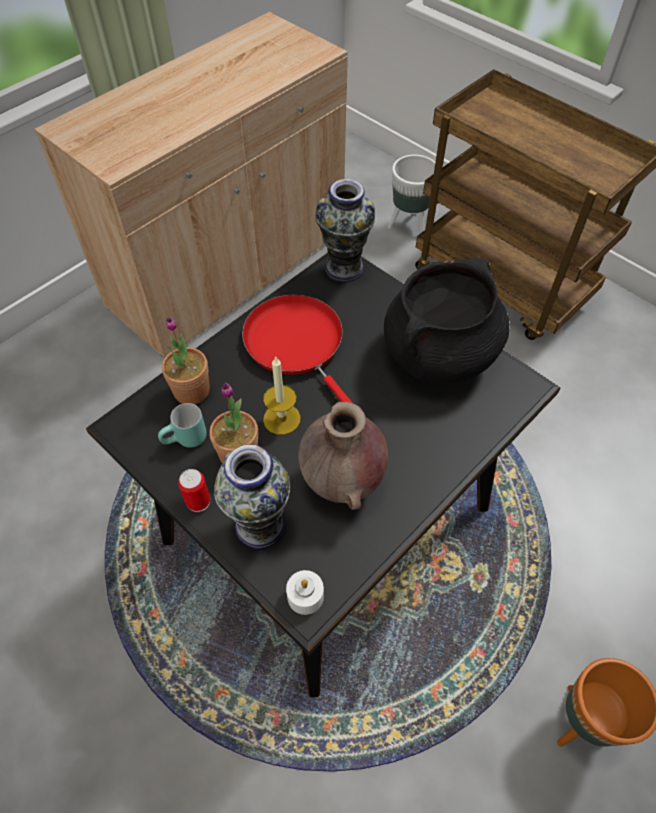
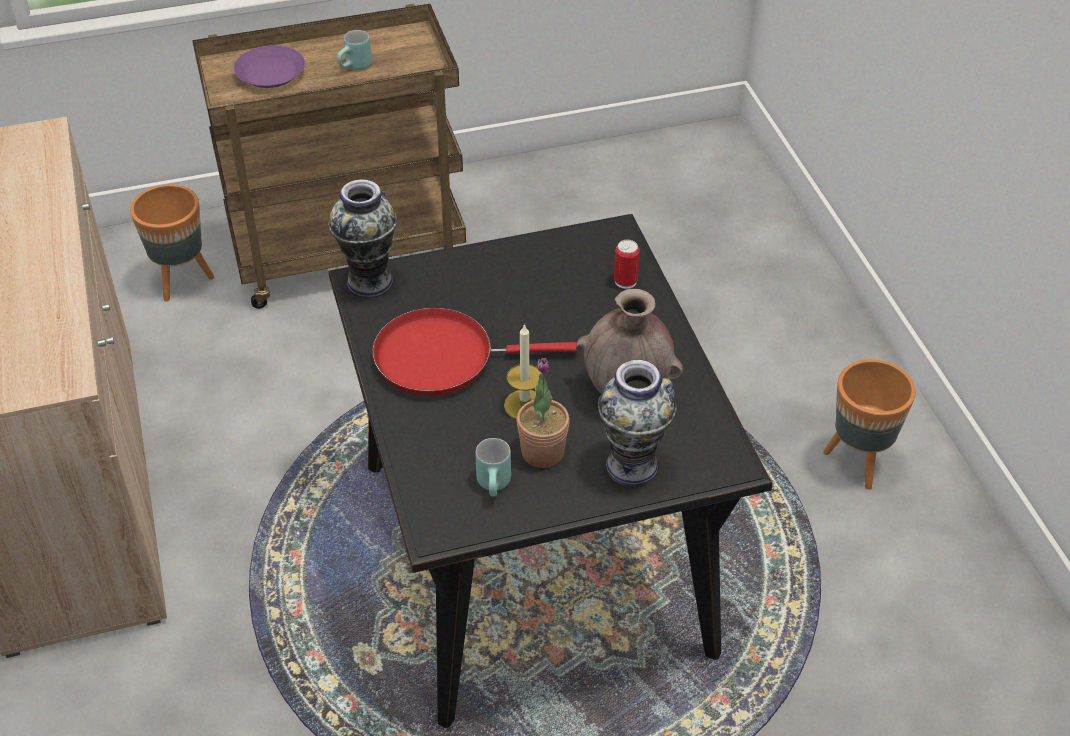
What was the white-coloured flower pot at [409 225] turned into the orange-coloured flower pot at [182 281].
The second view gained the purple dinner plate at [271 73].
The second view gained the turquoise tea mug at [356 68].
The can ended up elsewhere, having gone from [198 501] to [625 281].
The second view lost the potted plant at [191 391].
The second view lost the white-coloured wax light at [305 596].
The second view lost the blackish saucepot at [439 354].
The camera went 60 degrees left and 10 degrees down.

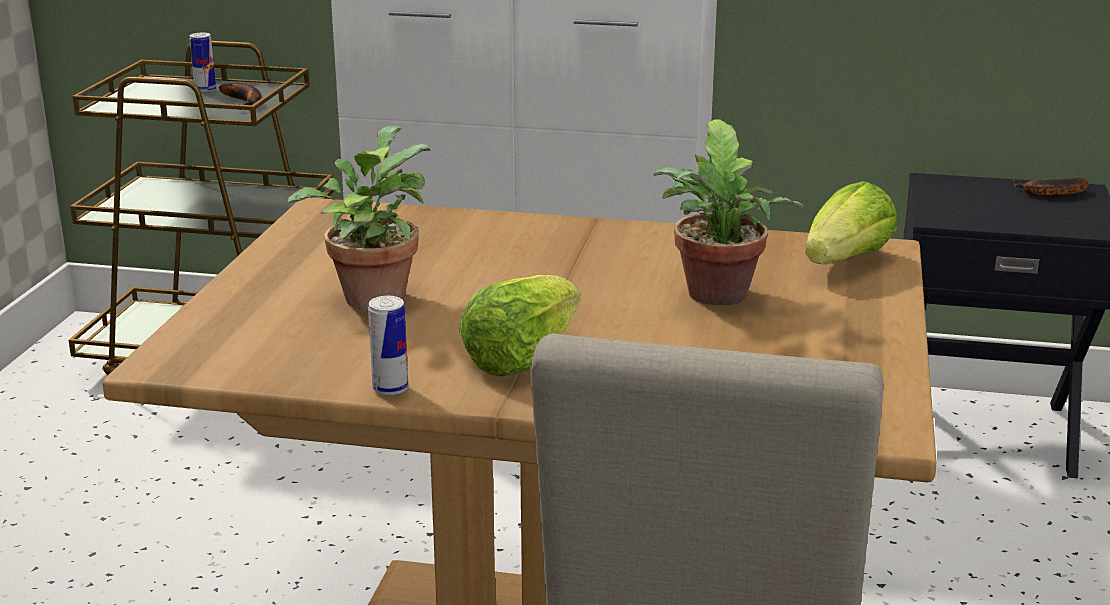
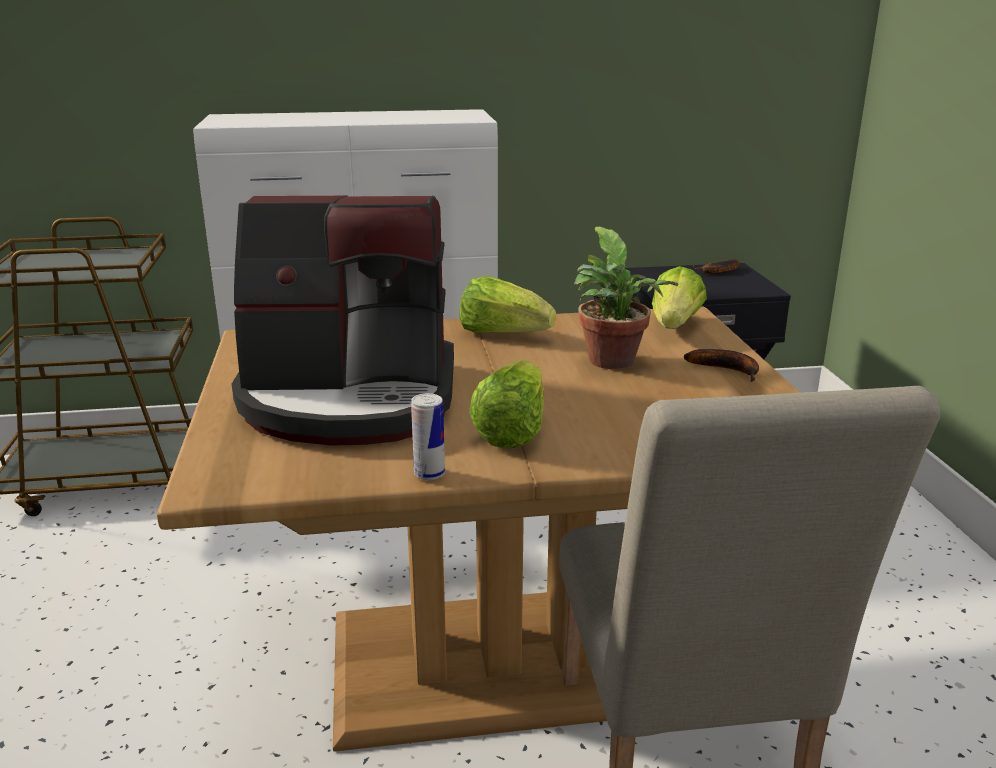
Where the potted plant stood at [374 295], the coffee brewer came to stand at [350 399].
The second view gained the lettuce head at [502 334].
The banana fruit ended up elsewhere, having gone from [245 102] to [728 370].
The second view lost the can at [205 89].
The camera went 20 degrees left and 0 degrees up.

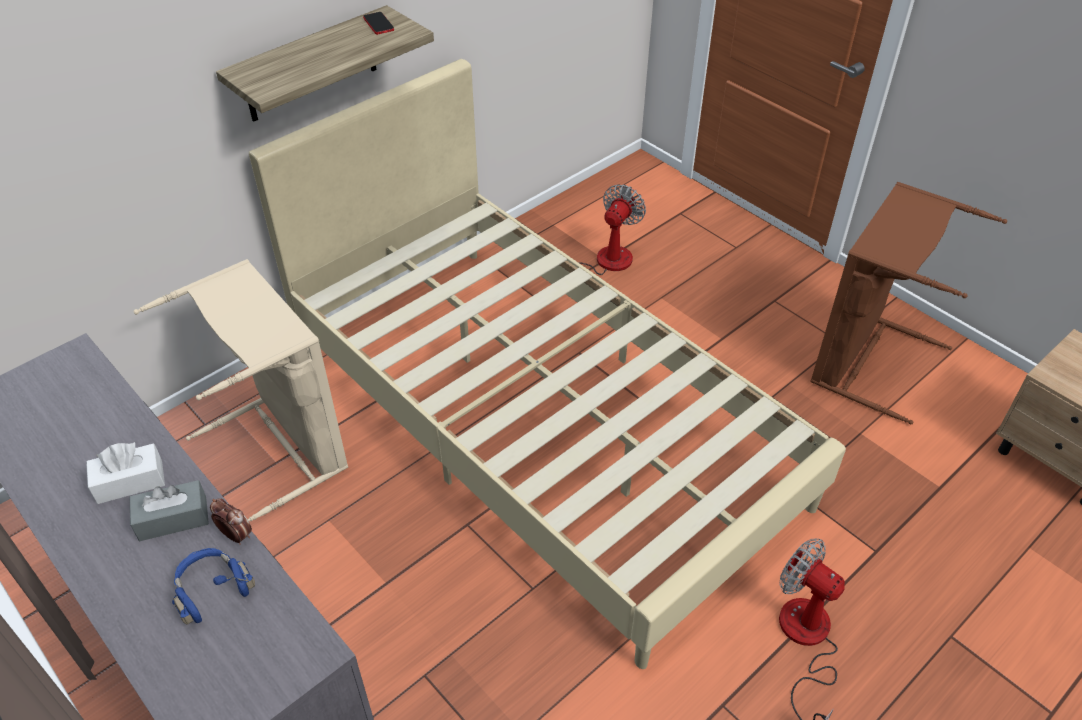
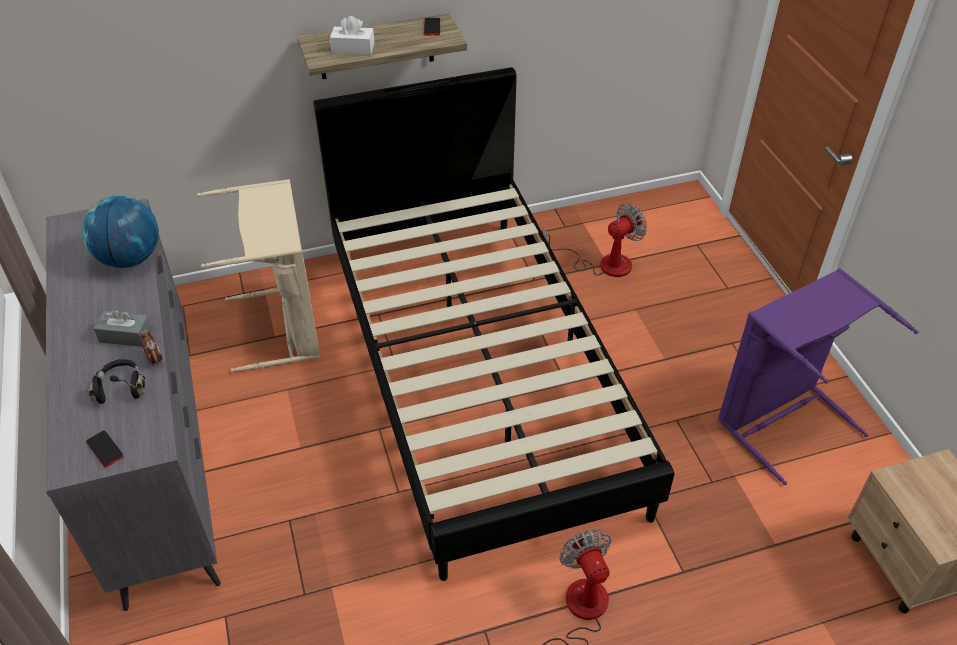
The second view gained the world globe at [130 258].
The second view gained the telephone at [105 449].
What was the bluish headset at [212 590] turned into the blackish headset at [121 388].
What was the beige-coloured bed at [540 420] turned into the blackish bed at [478 372].
The white-coloured tissue holder ended up elsewhere, having gone from [130 482] to [353 48].
What was the brownish hamper at [865 359] turned into the purple hamper at [781 418].
The camera went 25 degrees right and 0 degrees up.

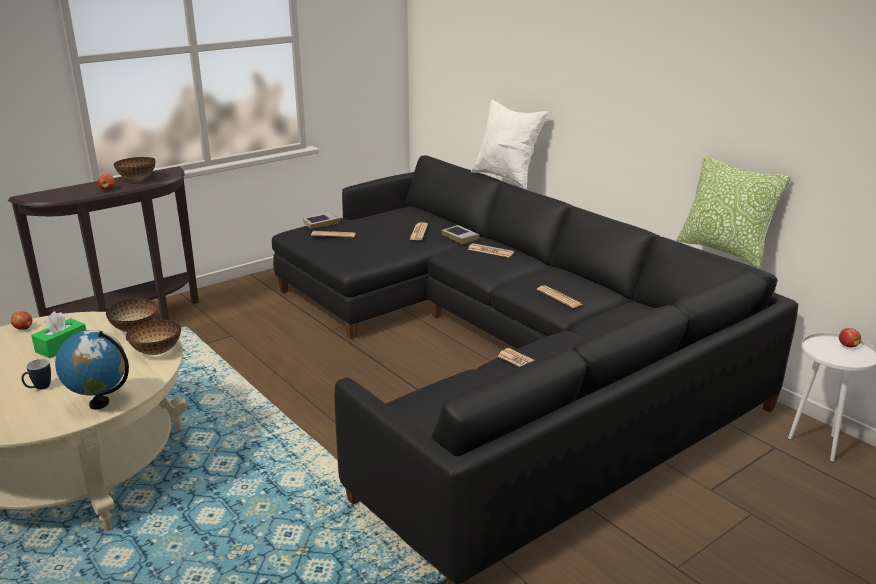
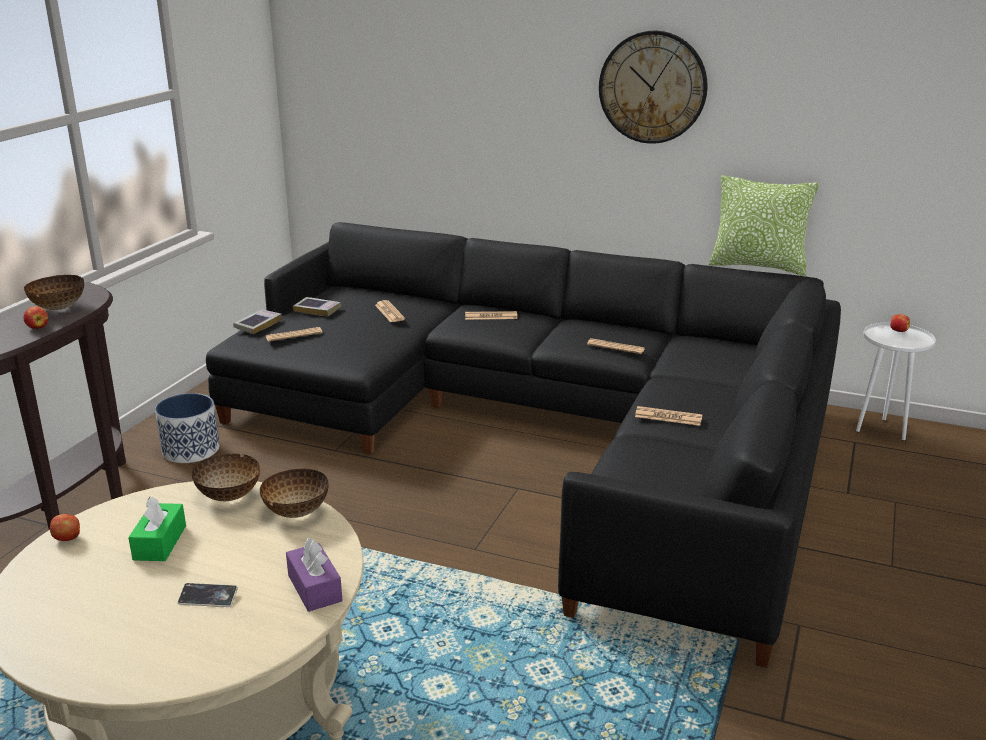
The second view gained the flower pot at [191 450].
Where the tea mug stood at [39 388], the telephone came to stand at [208 598].
Where the world globe stood at [99 403], the purple tissue holder came to stand at [314 588].
The bound book ended up elsewhere, having gone from [460 237] to [317 310].
The second view gained the hanging clock at [652 87].
The second view lost the white-coloured cushion at [506 178].
The camera went 30 degrees left and 0 degrees up.

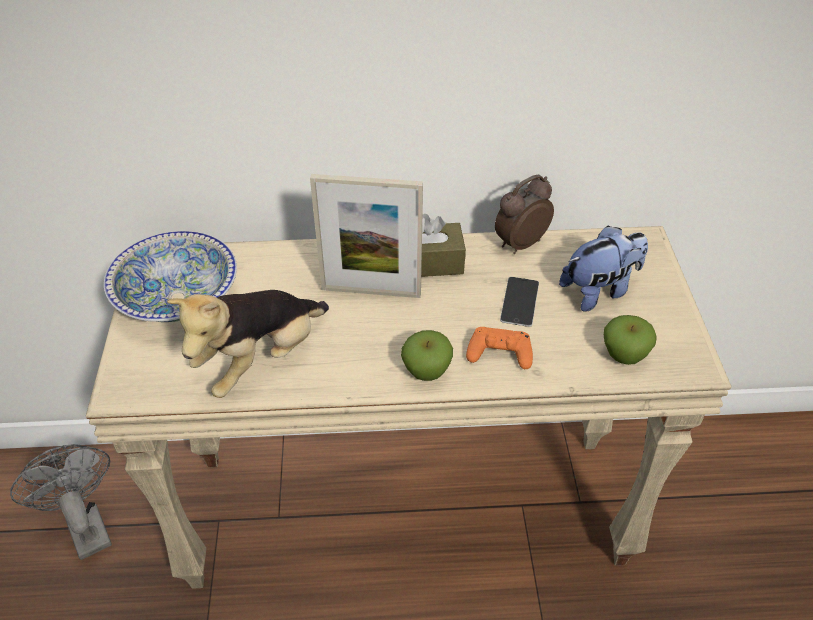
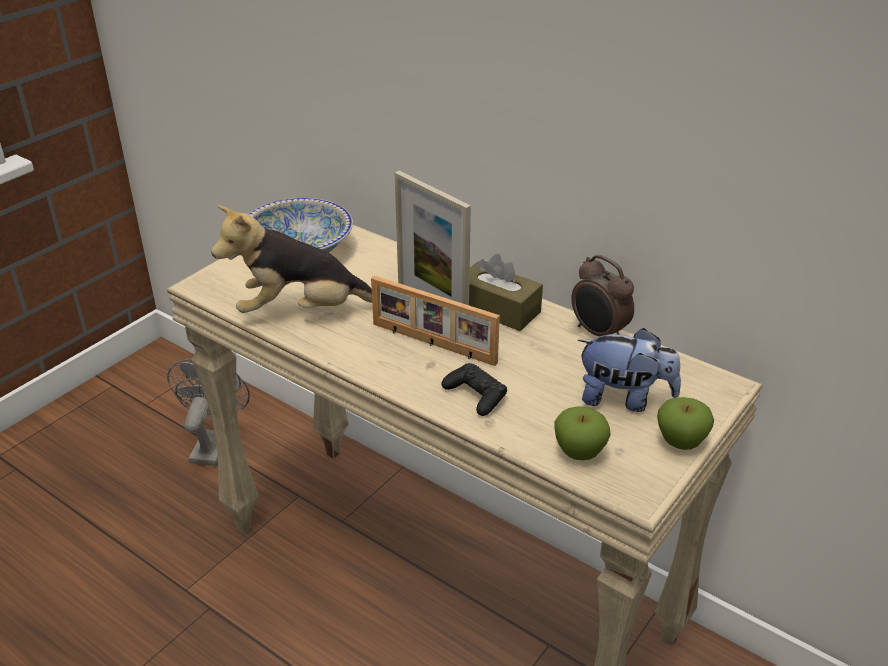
The second view gained the standing frame at [432 344].
What was the orange-coloured joypad at [499 353] turned into the blackish joypad at [475 395].
The bedside clock at [519 243] ended up facing another way, 135 degrees counterclockwise from before.
The whole apple ended up elsewhere, having gone from [426 372] to [680 442].
The second view lost the telephone at [519 301].
The camera went 40 degrees right and 10 degrees down.

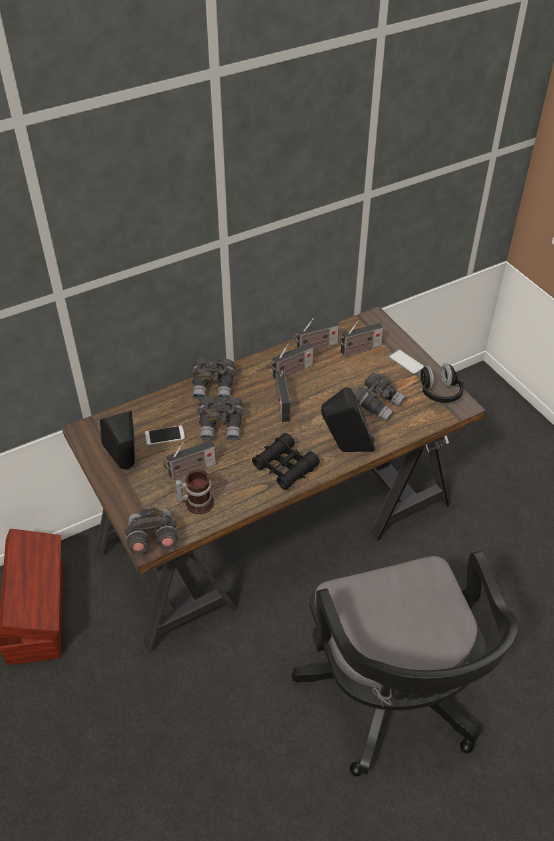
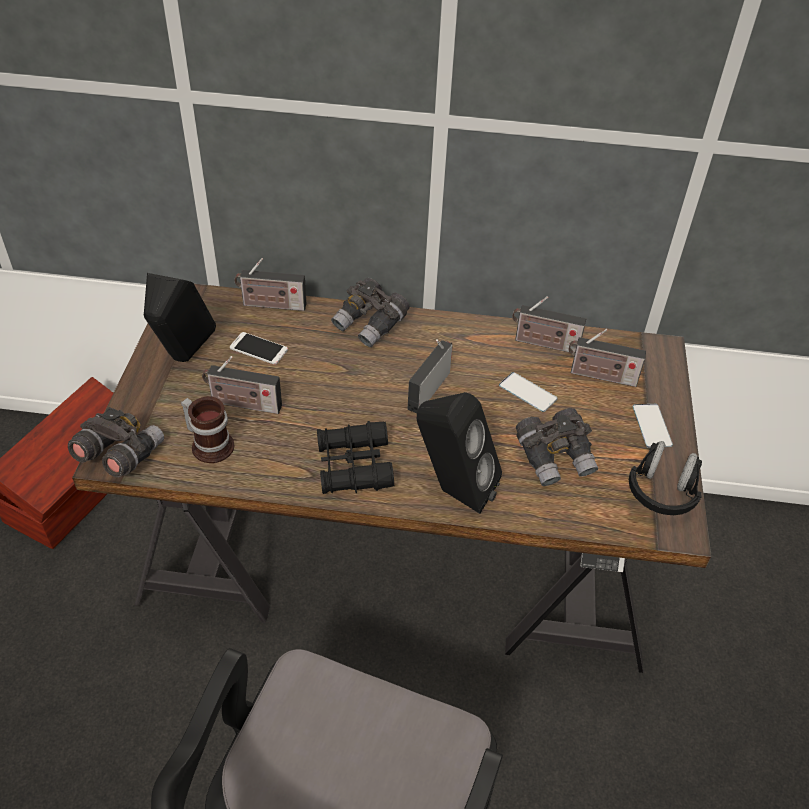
The radio receiver ended up elsewhere, having gone from [291 372] to [271 305].
The second view gained the telephone at [527 392].
The second view lost the grey field glasses at [221 426].
The camera went 35 degrees right and 0 degrees up.

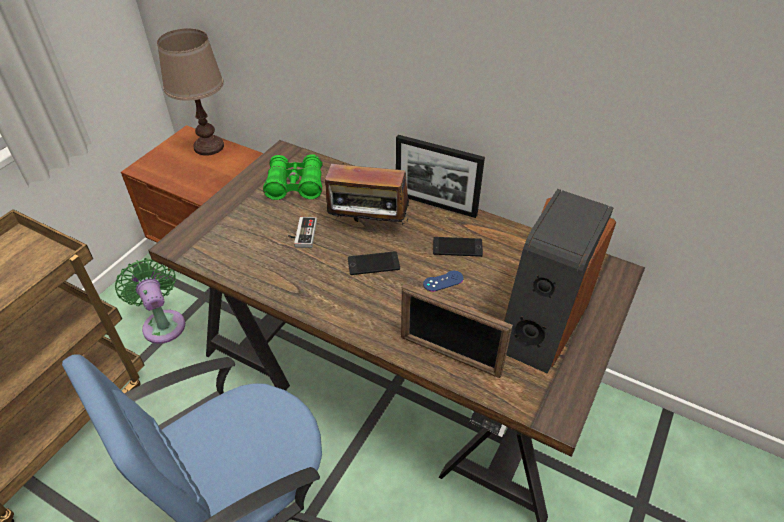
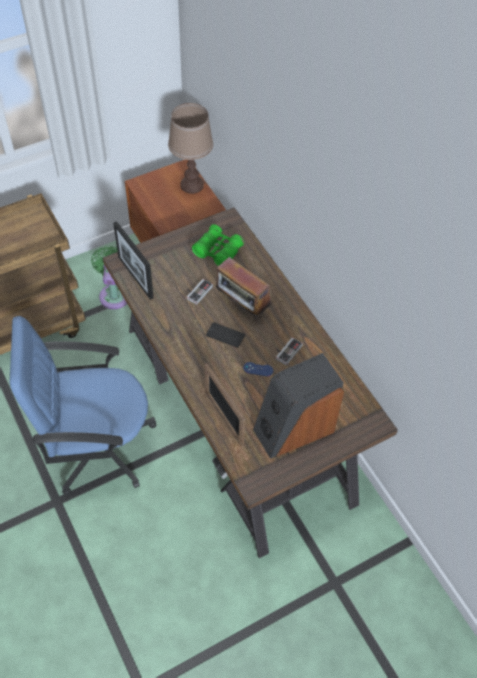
The standing frame ended up elsewhere, having gone from [435 204] to [135 277].
Where the telephone stood at [457 247], the joypad came to stand at [286 351].
The camera went 30 degrees right and 10 degrees up.

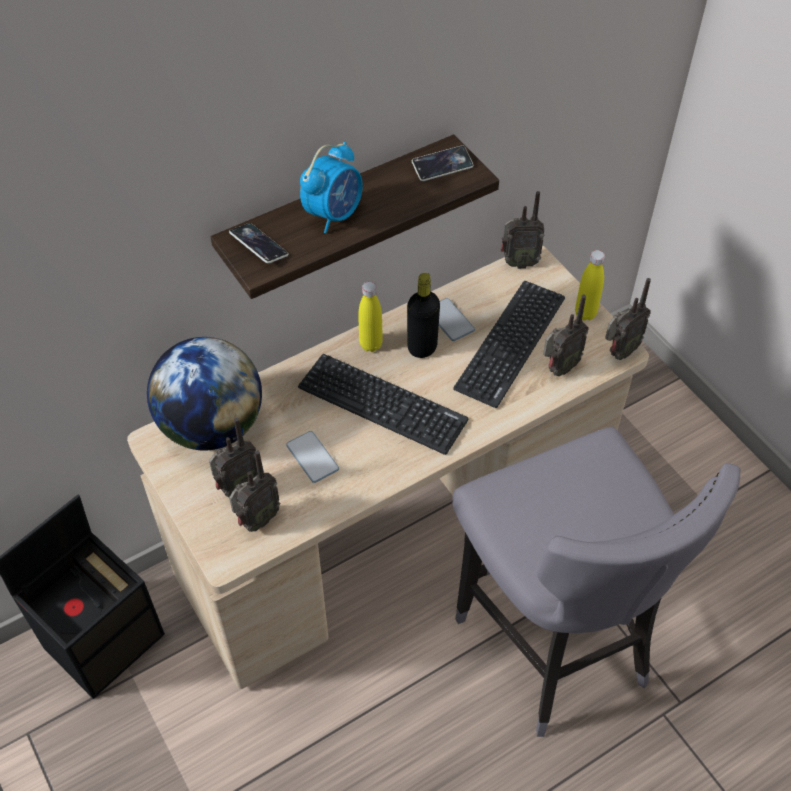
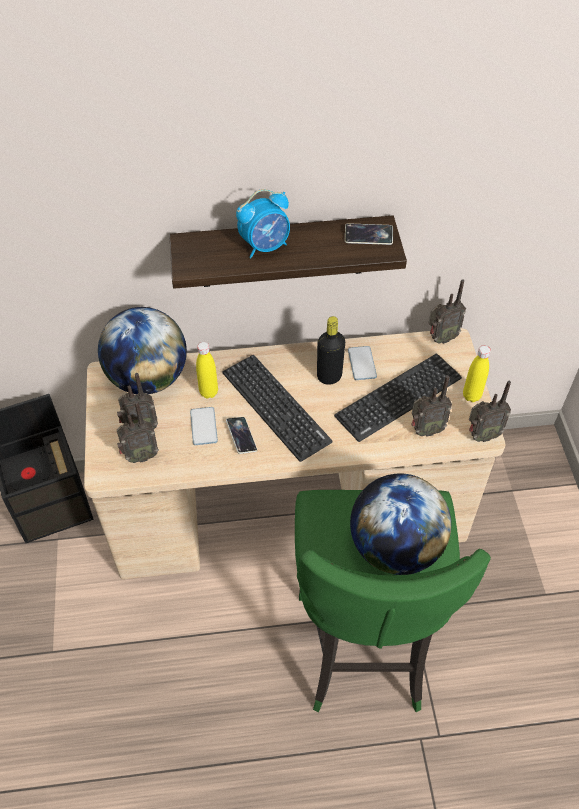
The yellowish drink bottle ended up elsewhere, having gone from [371 344] to [208 392].
The telephone ended up elsewhere, having gone from [259 246] to [241 436].
What was the grey stool at [553 644] turned into the greenish stool at [362 646].
The second view gained the world globe at [395 547].
The radio receiver at [518 262] ended up facing another way, 45 degrees counterclockwise from before.
The camera went 25 degrees right and 0 degrees up.

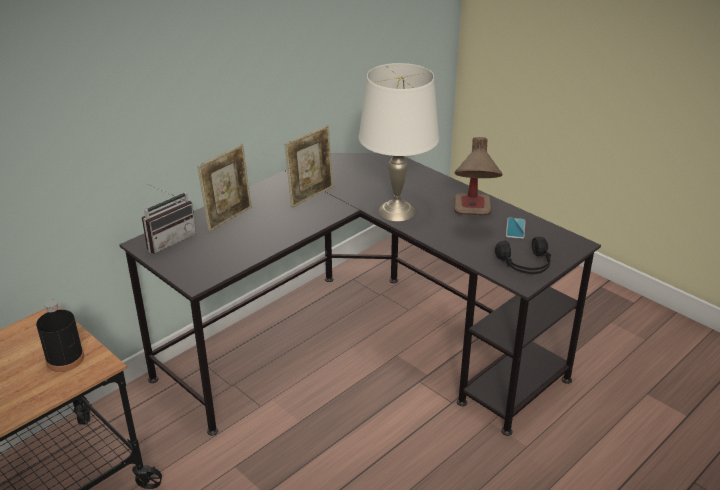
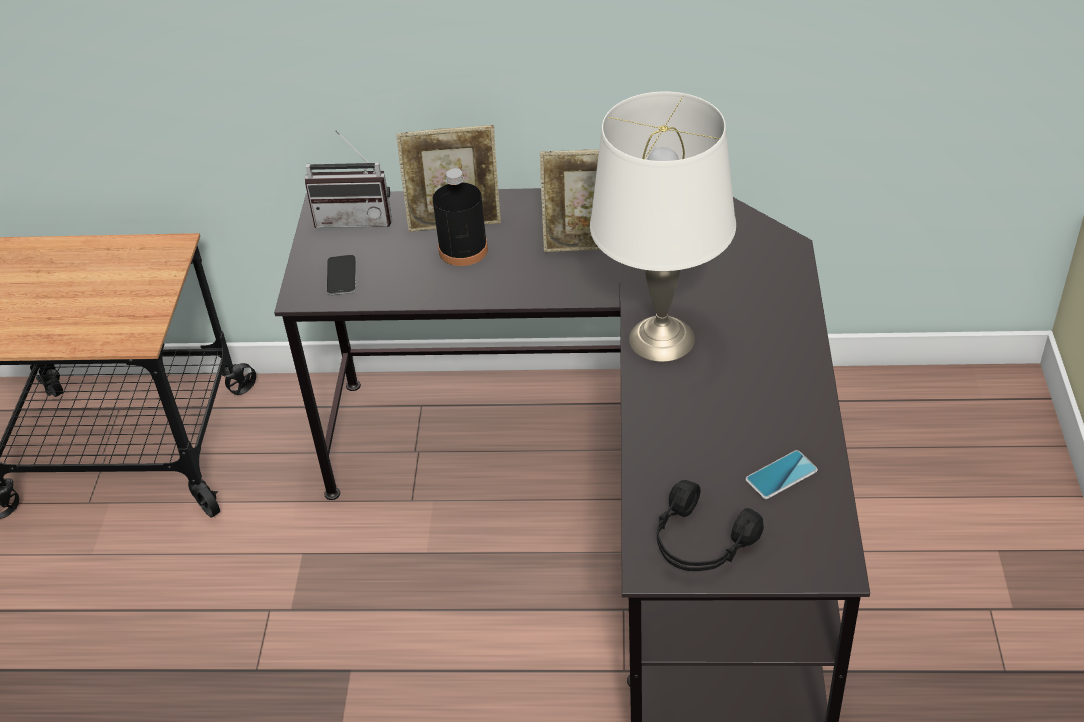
The second view gained the telephone at [341 276].
The blackish drink bottle ended up elsewhere, having gone from [65 359] to [463 250].
The second view lost the lamp for a table at [473 218].
The camera went 50 degrees right and 10 degrees up.

